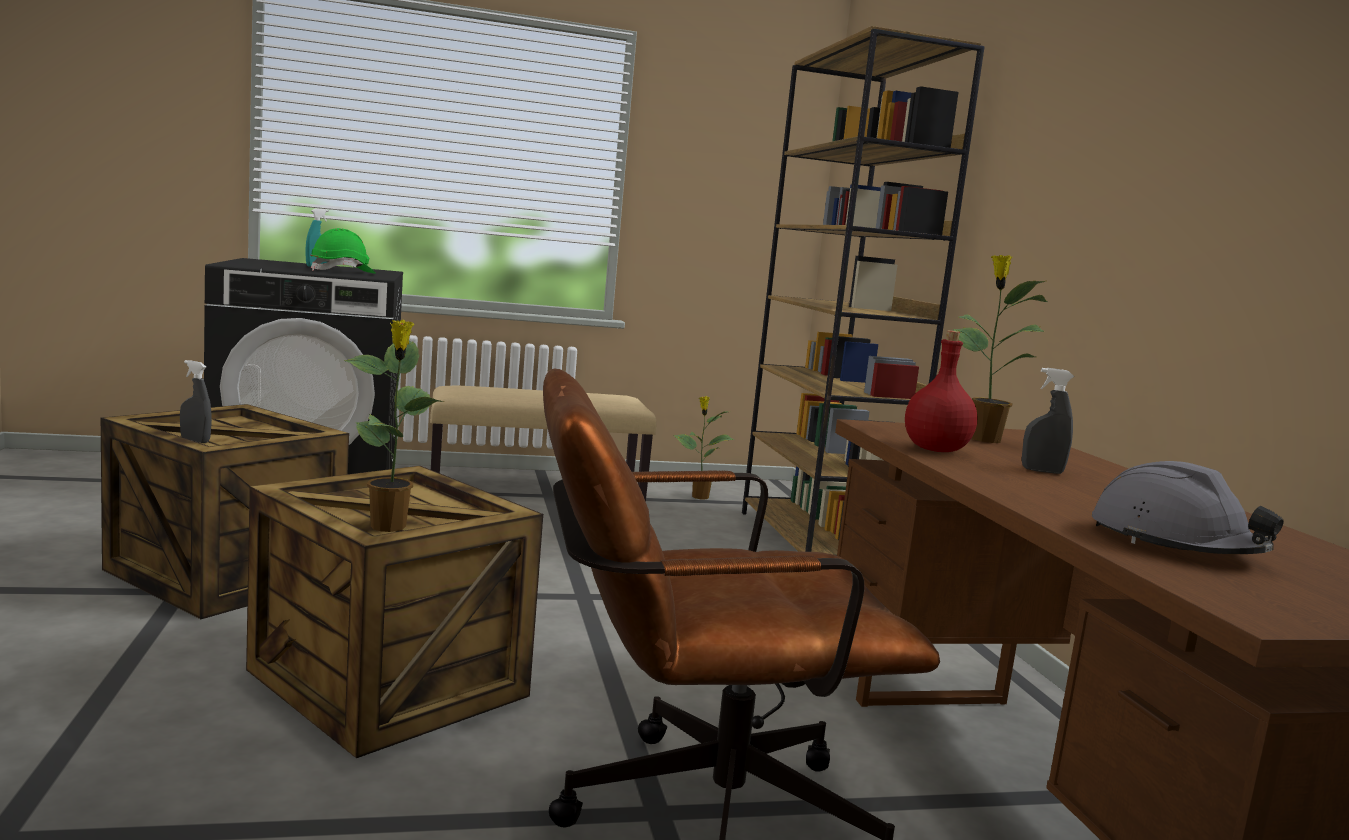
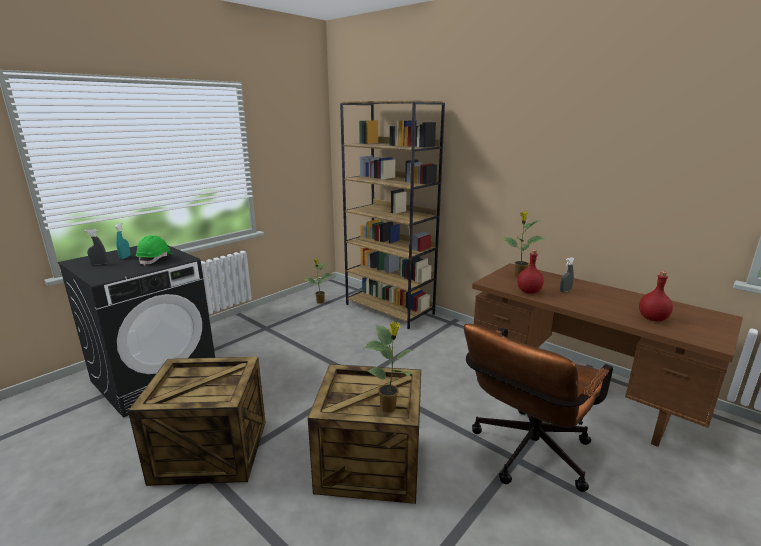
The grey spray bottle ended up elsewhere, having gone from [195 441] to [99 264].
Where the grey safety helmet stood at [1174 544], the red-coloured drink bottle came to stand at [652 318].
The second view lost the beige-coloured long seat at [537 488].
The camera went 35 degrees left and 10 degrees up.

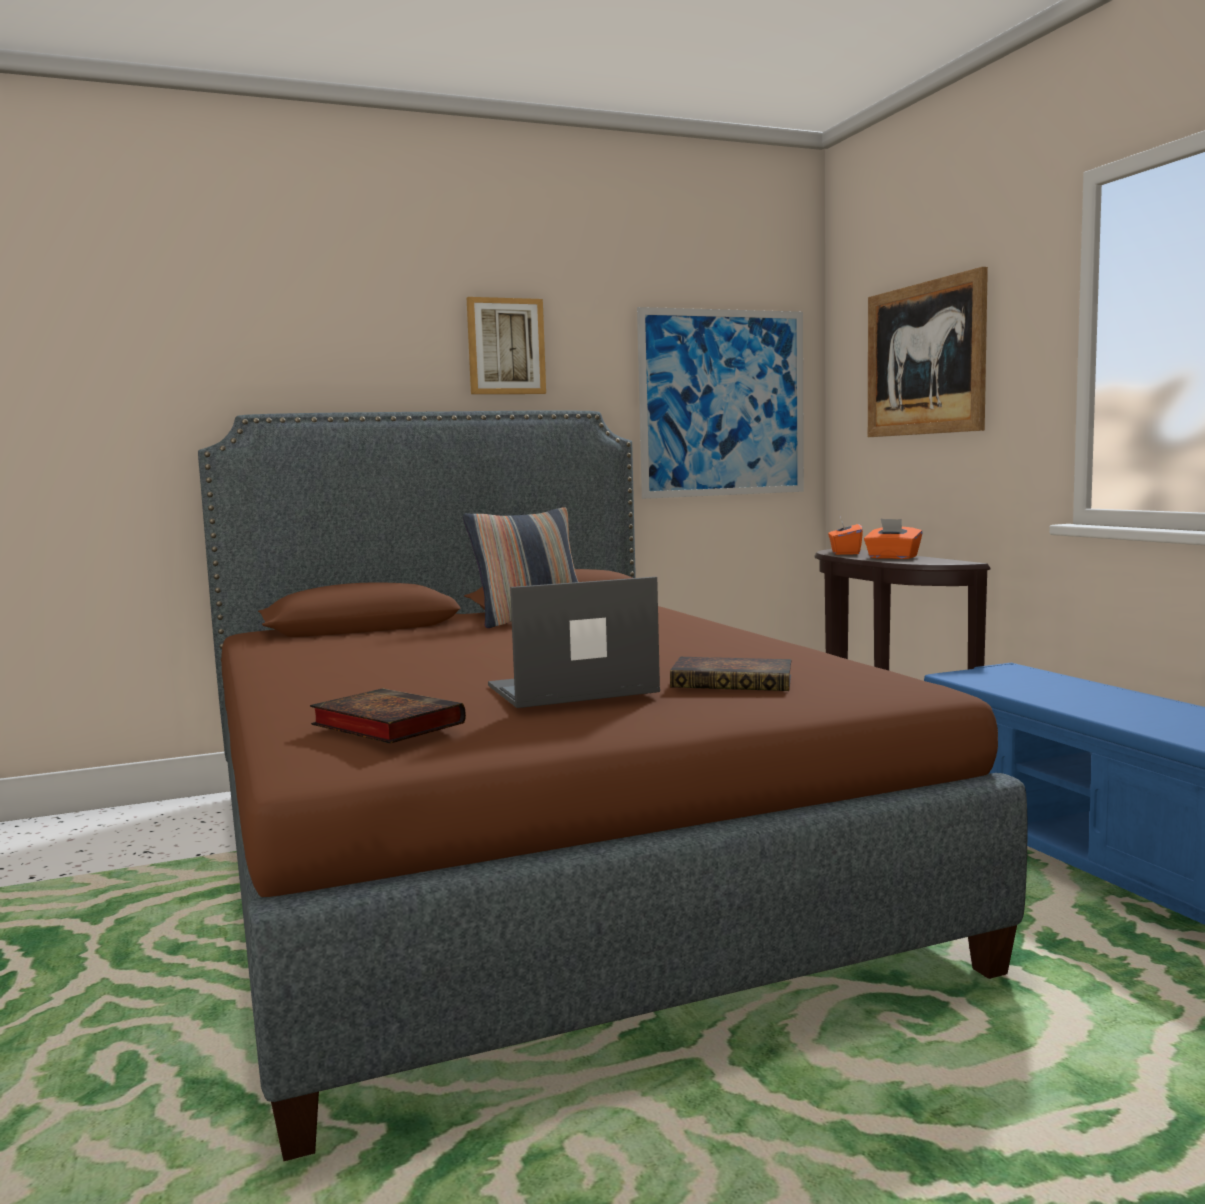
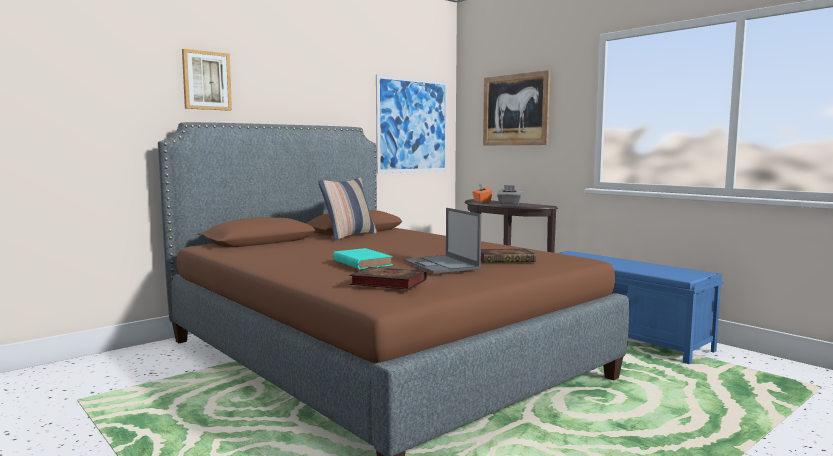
The picture ended up elsewhere, having gone from [506 346] to [206 80].
The second view gained the turquoise bound book at [361 262].
The portable computer at [570 689] ended up facing another way, 75 degrees counterclockwise from before.
What was the orange-coloured tissue holder at [892 557] turned into the grey tissue holder at [509 203].
The camera went 20 degrees left and 0 degrees up.

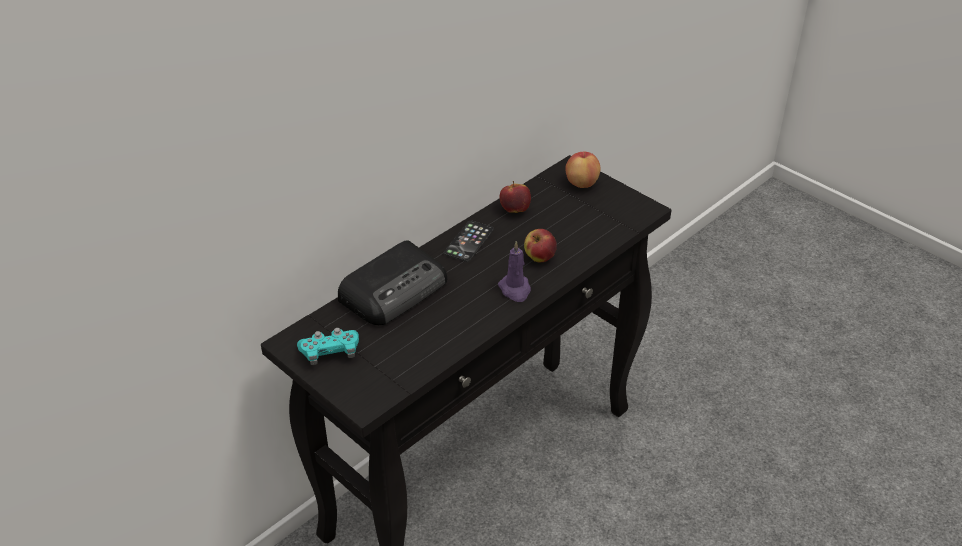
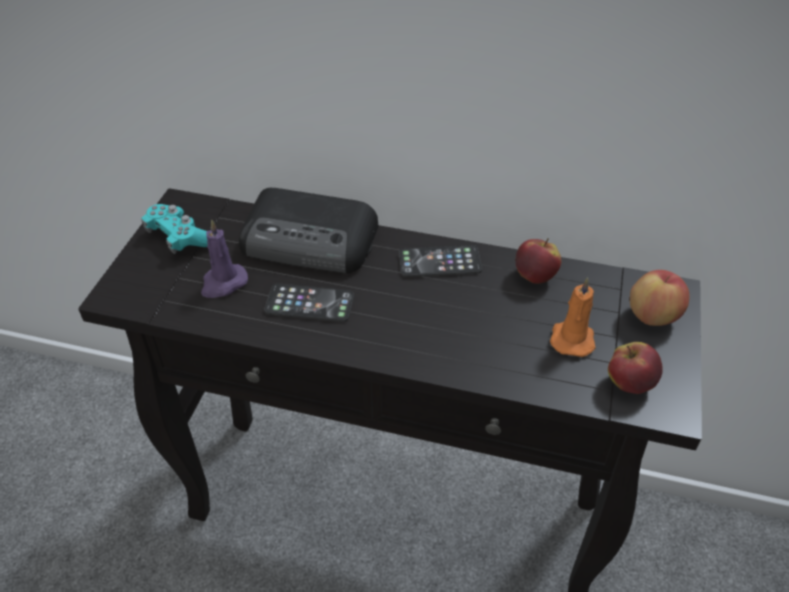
The purple wax light ended up elsewhere, having gone from [515 290] to [223 283].
The second view gained the telephone at [309 303].
The second view gained the orange-coloured wax light at [572 338].
The whole apple ended up elsewhere, having gone from [539 258] to [629 383].
The camera went 60 degrees right and 5 degrees up.

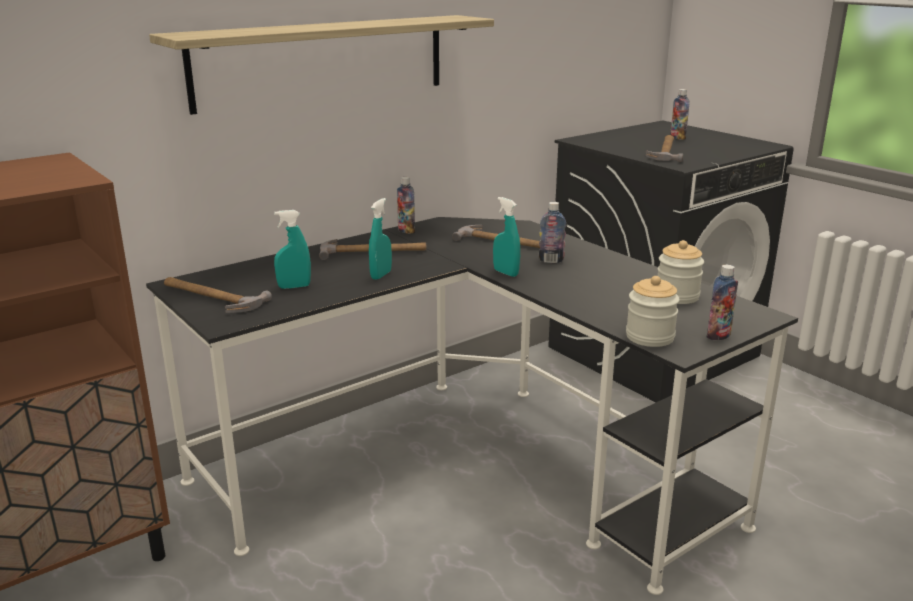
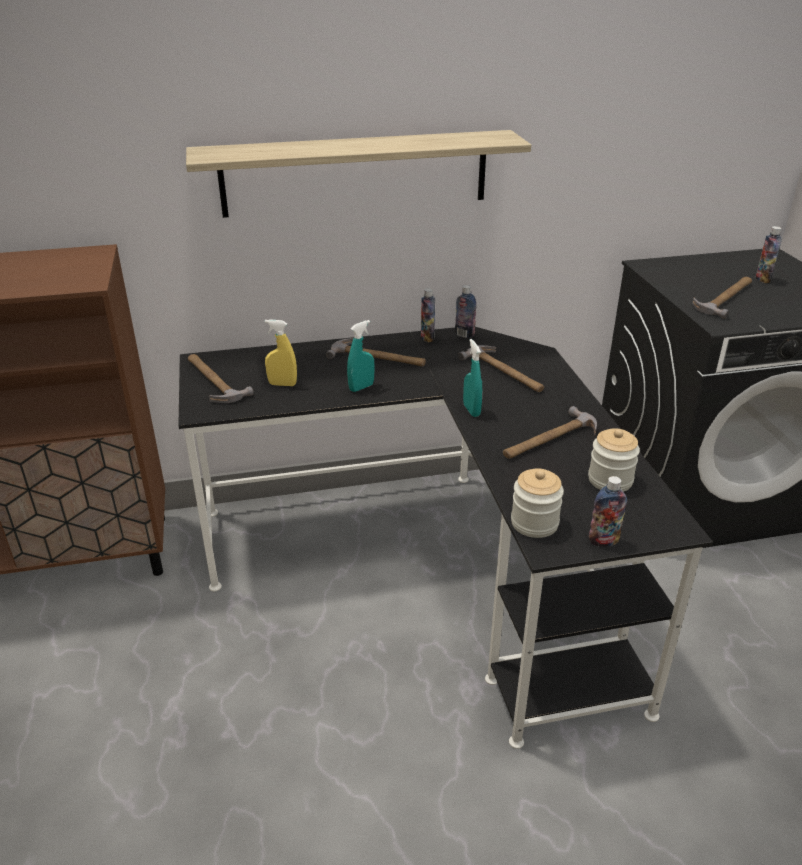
What was the turquoise spray bottle at [294 287] turned into the yellowish spray bottle at [282 384].
The drink bottle ended up elsewhere, having gone from [551 260] to [464 335].
The second view gained the hammer at [549 439].
The camera went 25 degrees right and 10 degrees up.

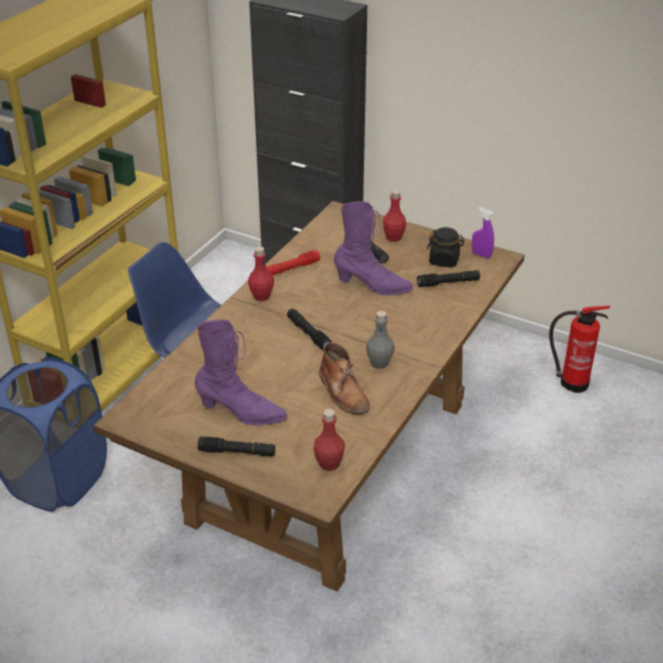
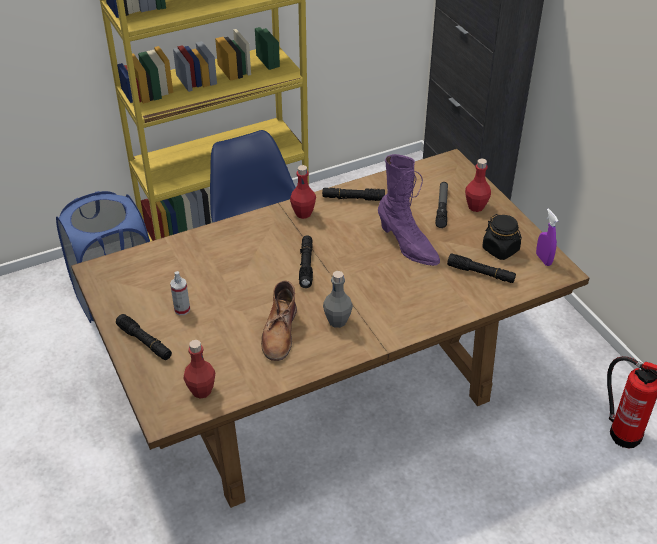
Where the purple high-top boot stood at [241 413], the spray bottle came to stand at [182 309].
What was the red-coloured hand torch at [290 269] turned into the blackish hand torch at [353 198].
The camera went 35 degrees right and 5 degrees up.

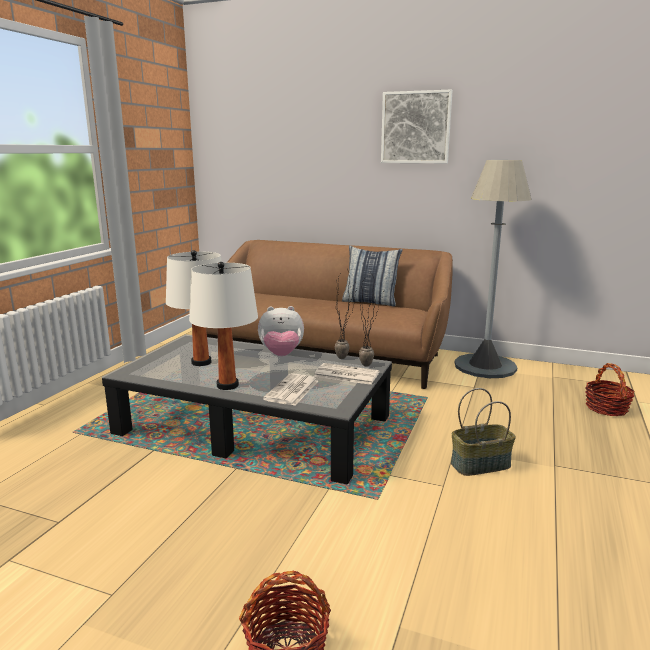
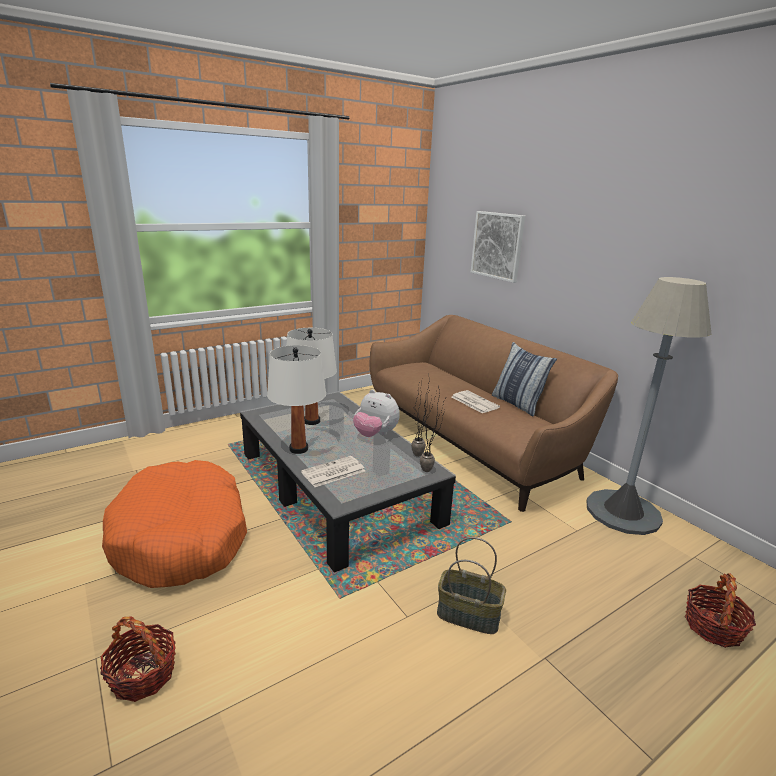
The second view gained the orange-coloured dog cushion at [182 537].
The daily paper ended up elsewhere, having gone from [345 374] to [474 402].
The picture ended up elsewhere, having gone from [415 127] to [497 245].
The camera went 35 degrees right and 5 degrees up.

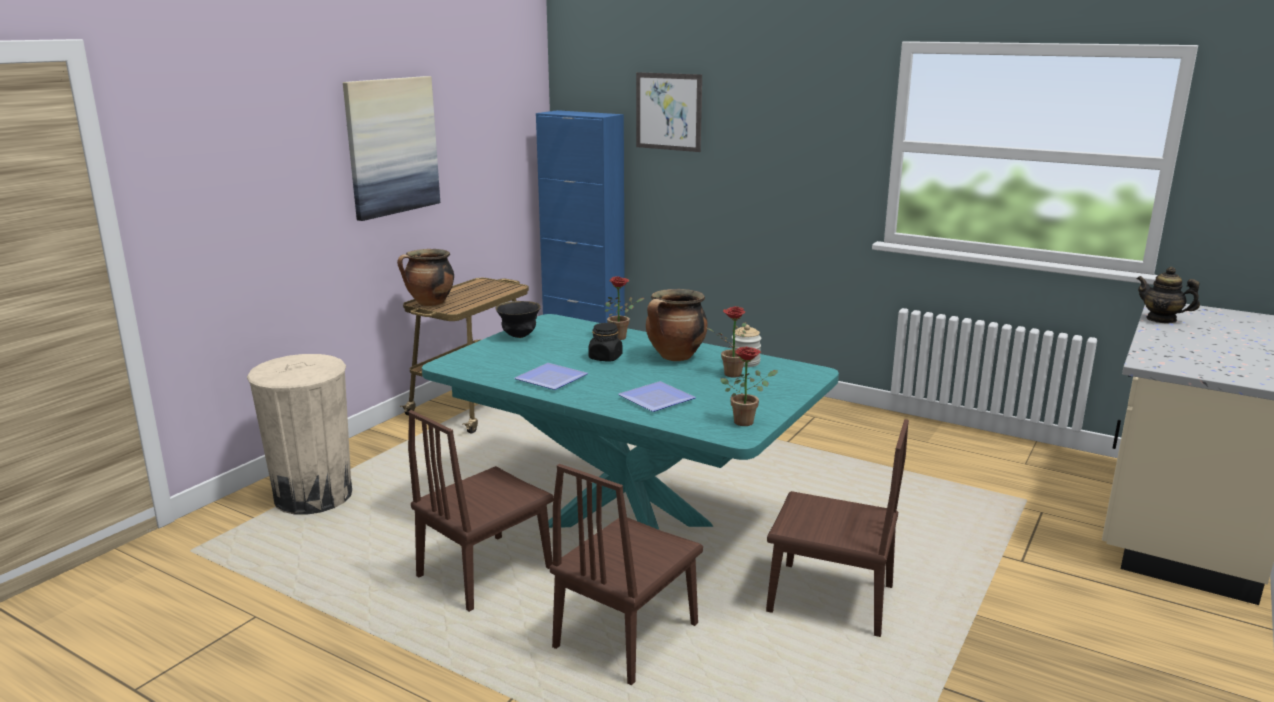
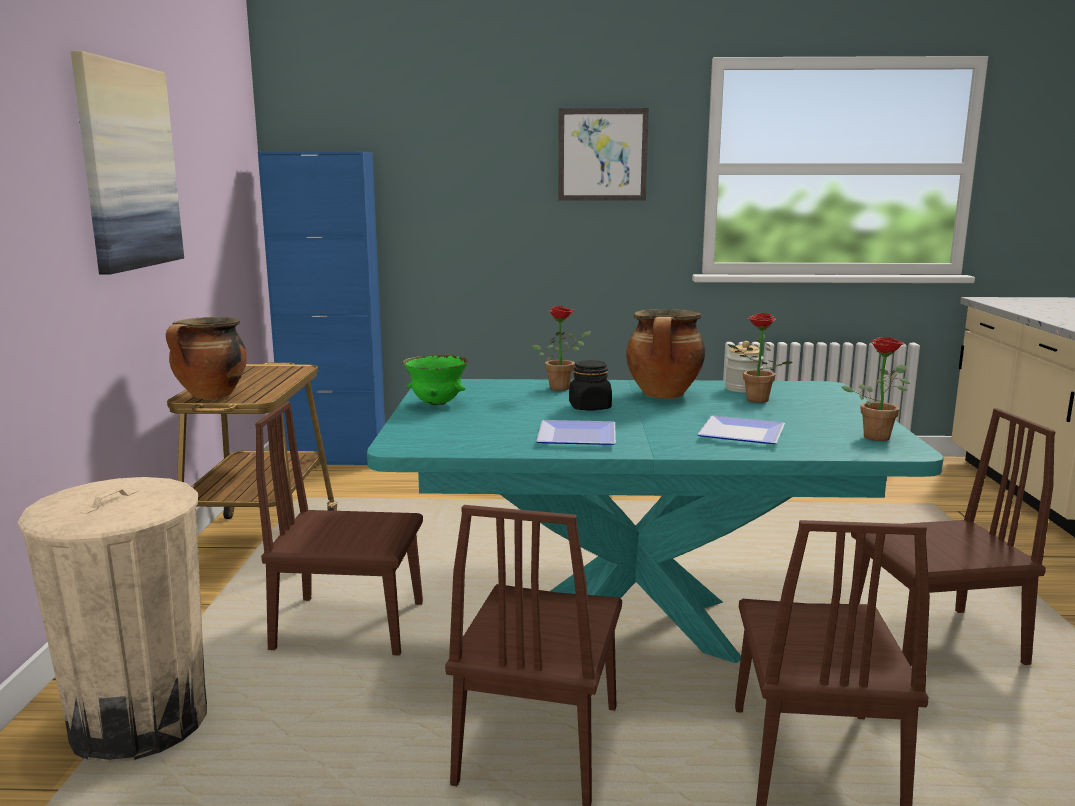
The second view gained the brownish plain chair at [349 626].
What was the blackish deep dish at [519 336] turned into the greenish deep dish at [437 404].
The picture ended up elsewhere, having gone from [668 111] to [602 154].
The second view lost the teapot at [1161 319].
The camera went 30 degrees left and 5 degrees down.

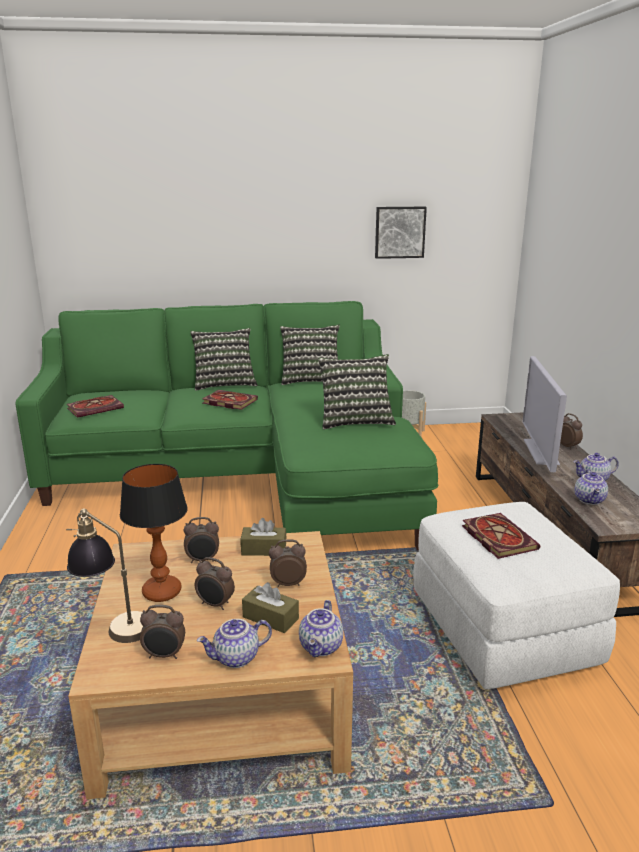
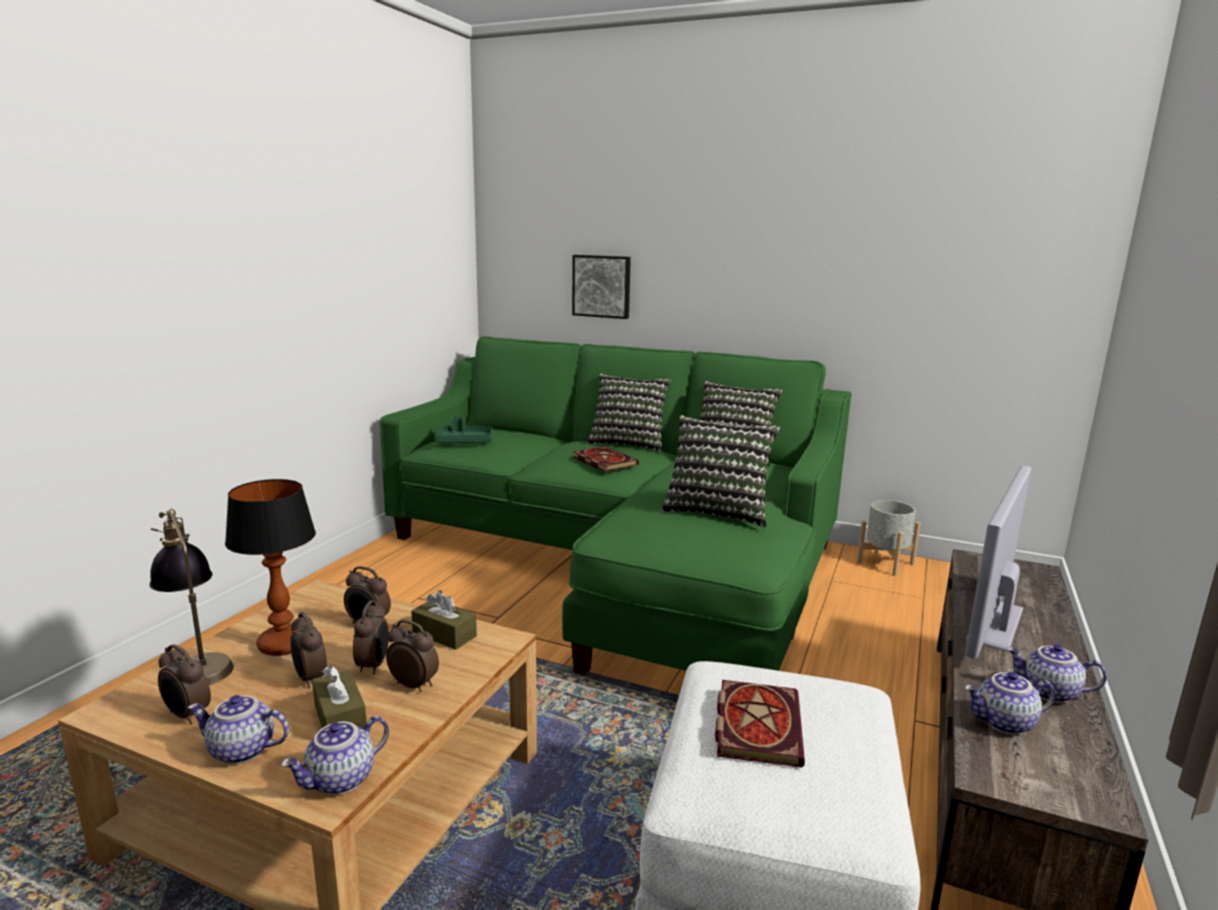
The bedside clock ended up elsewhere, having gone from [568 446] to [374 665].
Where the bound book stood at [96 408], the greenish serving tray came to stand at [465 442].
The picture ended up elsewhere, having gone from [399 232] to [602 286].
The teapot at [590 500] ended up facing another way, 45 degrees clockwise from before.
The camera went 30 degrees right and 5 degrees down.

